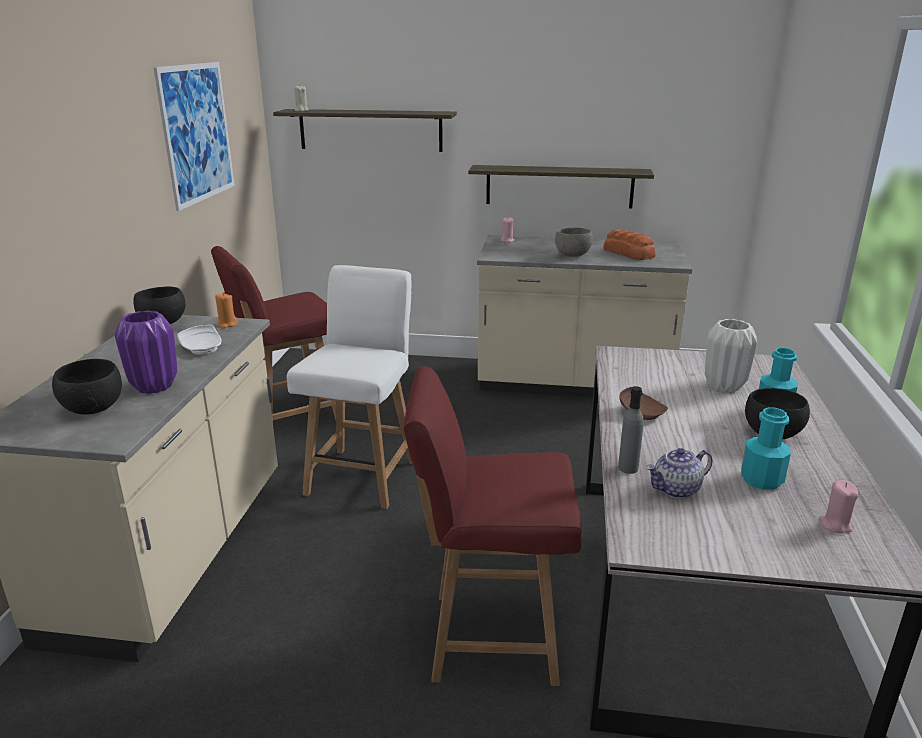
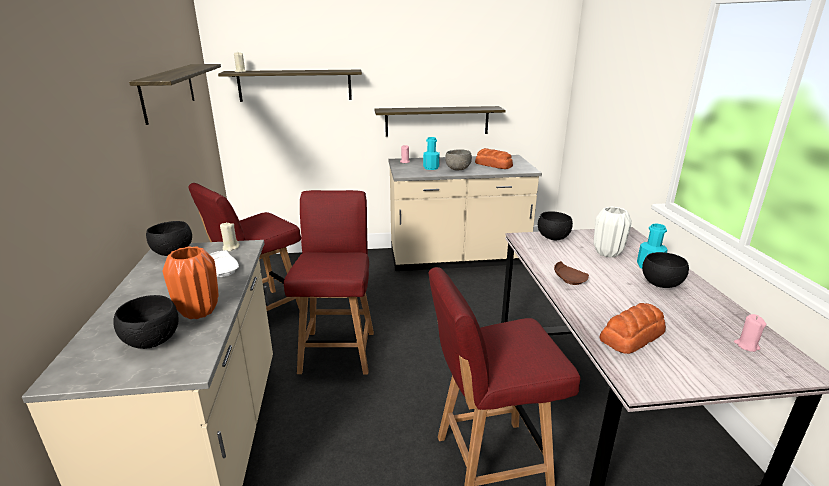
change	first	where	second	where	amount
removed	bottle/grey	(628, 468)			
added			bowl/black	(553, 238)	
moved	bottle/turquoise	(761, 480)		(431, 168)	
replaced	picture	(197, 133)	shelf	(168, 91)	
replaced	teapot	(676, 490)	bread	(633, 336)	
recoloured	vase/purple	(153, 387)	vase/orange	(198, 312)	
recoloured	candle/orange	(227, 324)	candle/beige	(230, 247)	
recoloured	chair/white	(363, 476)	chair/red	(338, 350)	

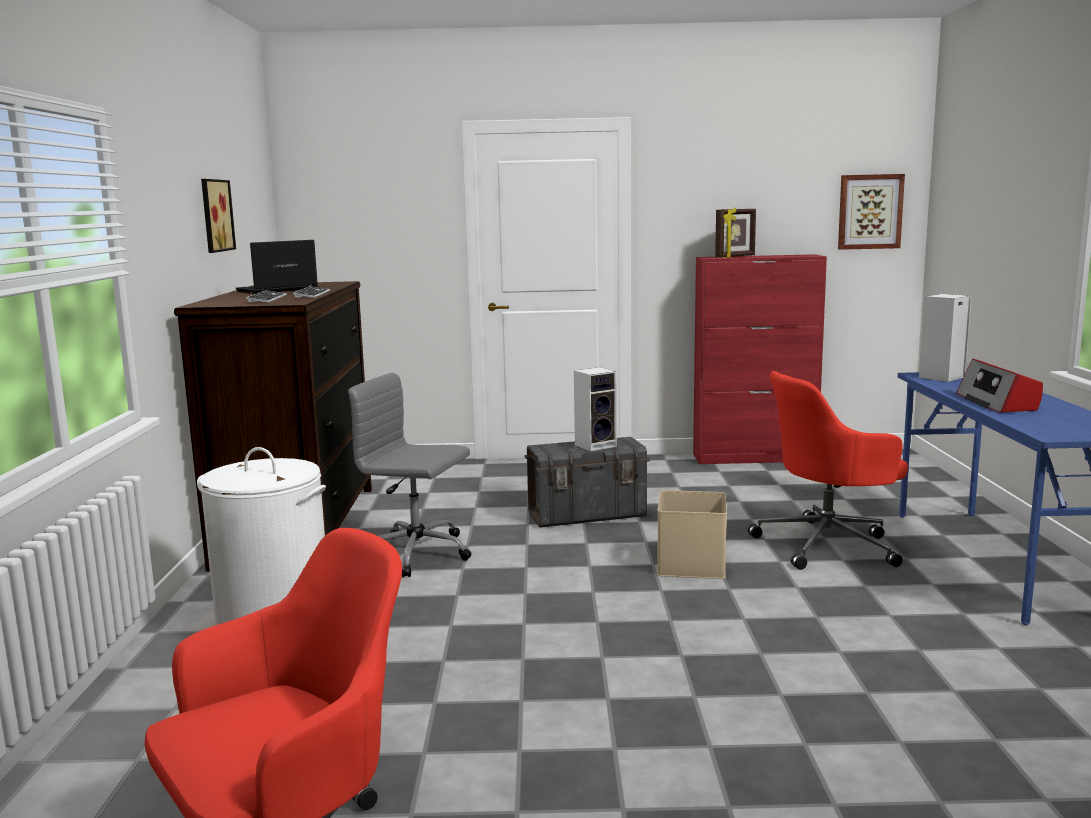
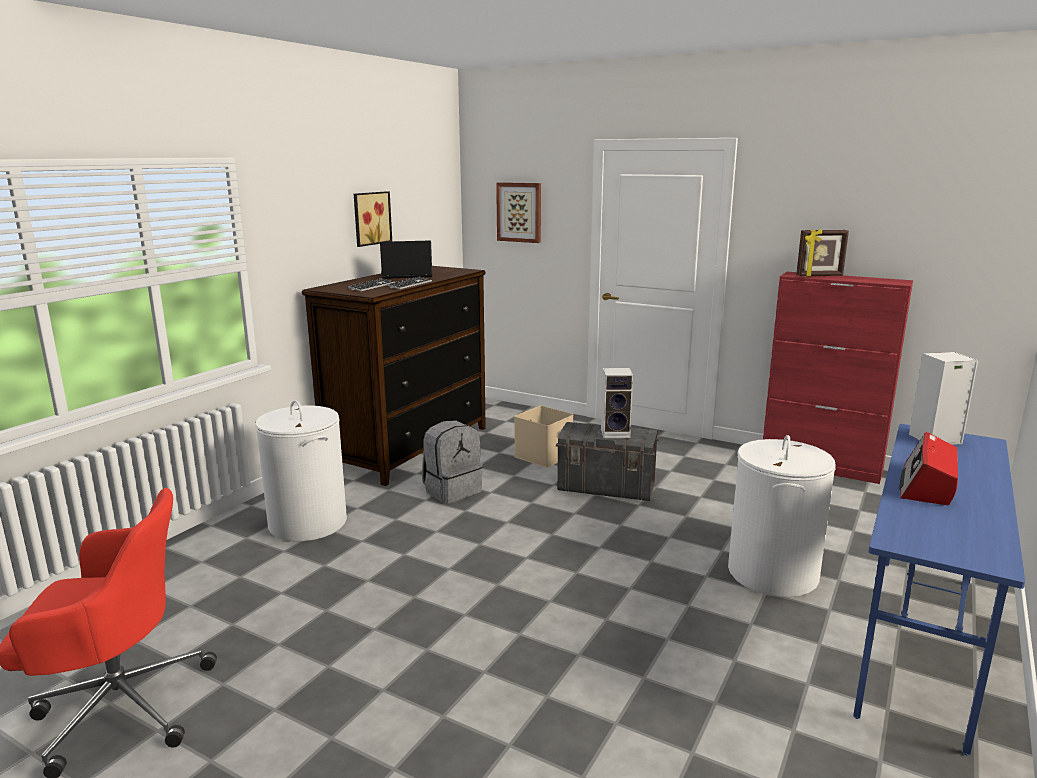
change	first	where	second	where	amount
moved	storage box/beige	(690, 563)		(543, 455)	
moved	picture	(870, 211)		(519, 212)	
replaced	office chair/grey	(418, 554)	backpack/grey	(452, 490)	
replaced	office chair/red	(828, 545)	laundry basket/white	(772, 573)	

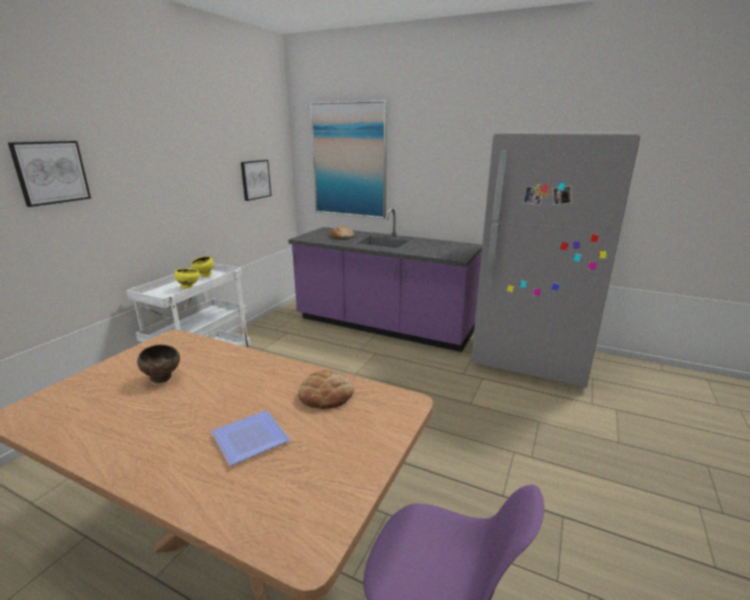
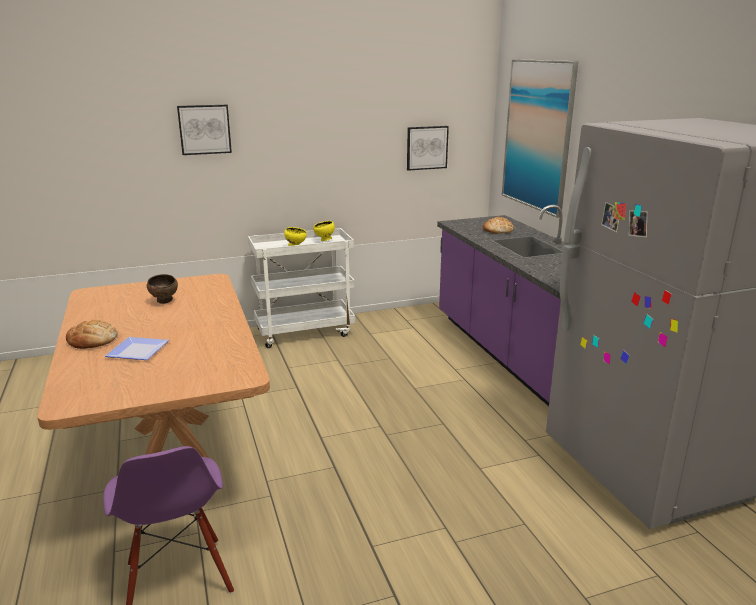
change	first	where	second	where	amount
moved	bread	(326, 394)		(92, 340)	

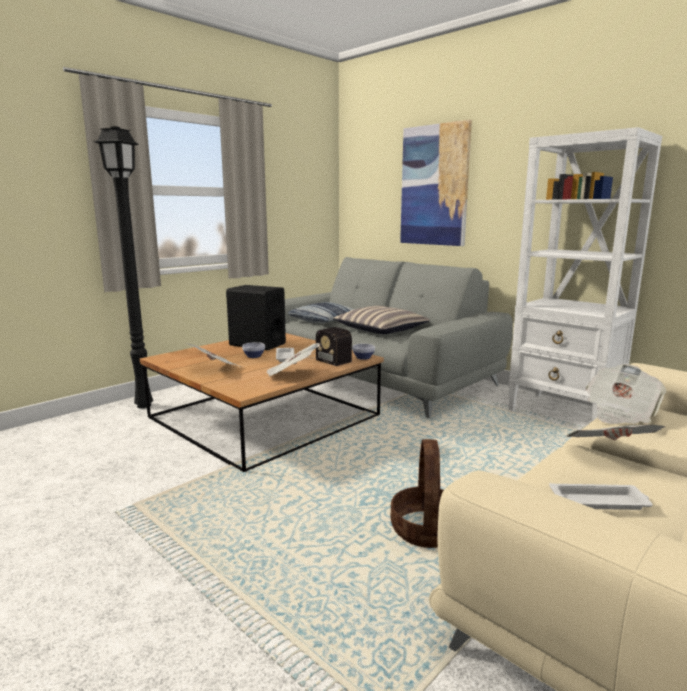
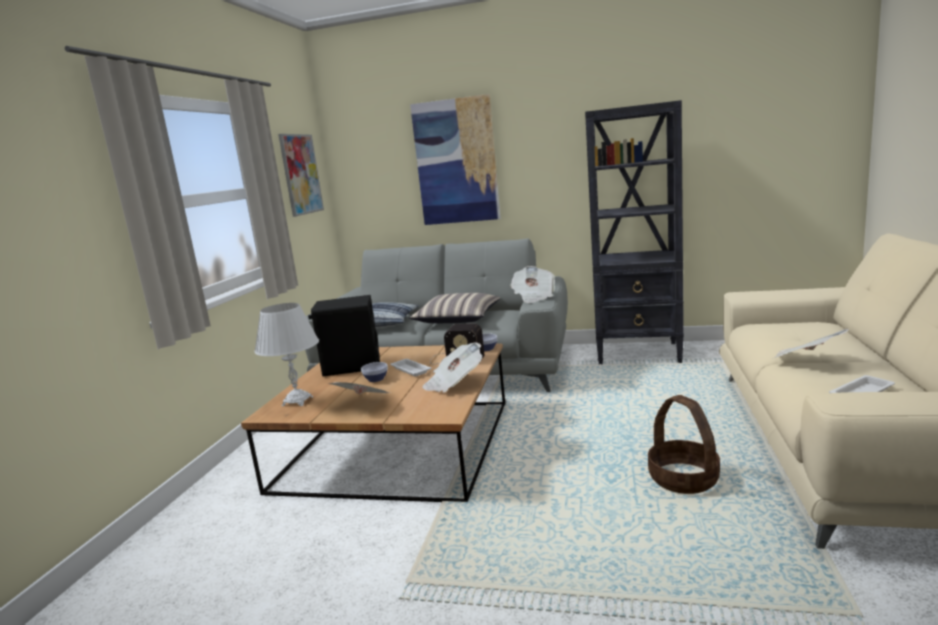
change	first	where	second	where	amount
removed	floor lamp/black	(143, 405)			
added			table lamp/white	(297, 401)	
added			picture	(301, 174)	
moved	newspaper	(620, 413)		(533, 297)	
recoloured	bookcase/white	(564, 413)	bookcase/black	(639, 353)	

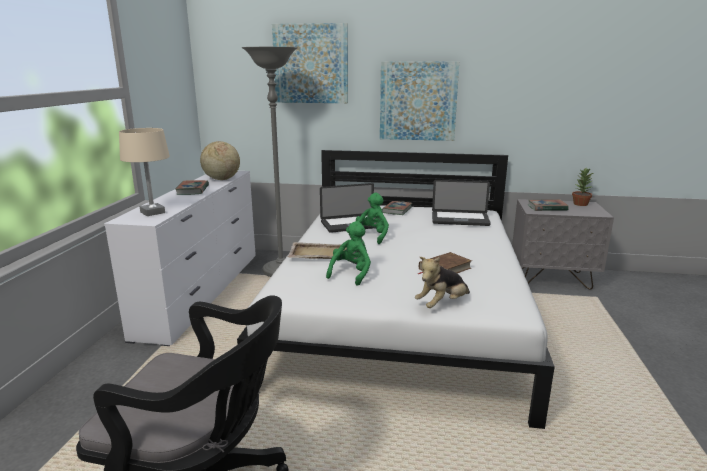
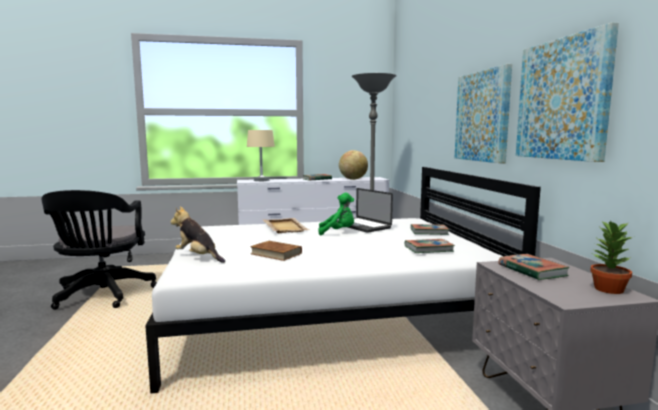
change	first	where	second	where	amount
removed	plush toy/green	(351, 274)			
moved	picture	(311, 64)		(562, 99)	
replaced	laptop	(460, 220)	book	(428, 249)	

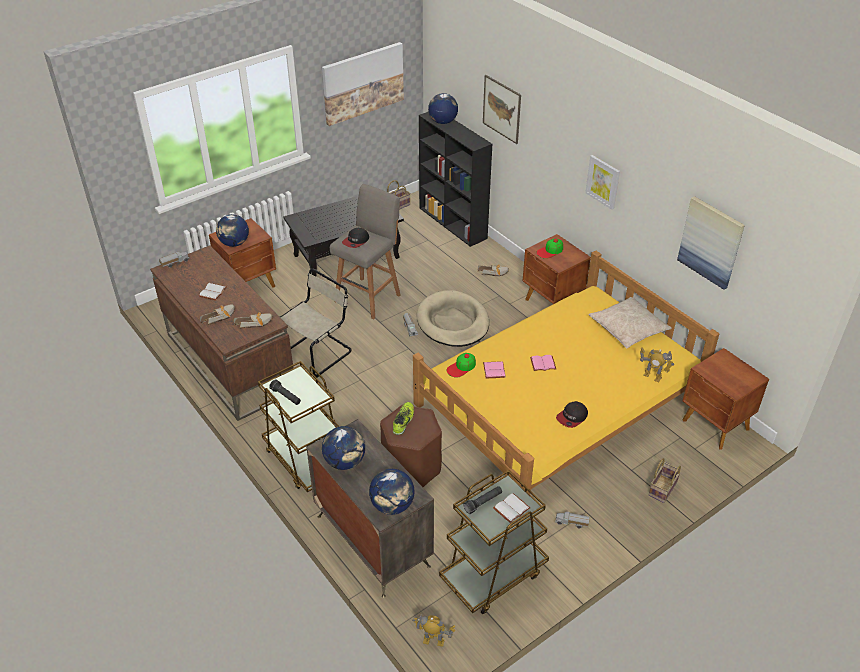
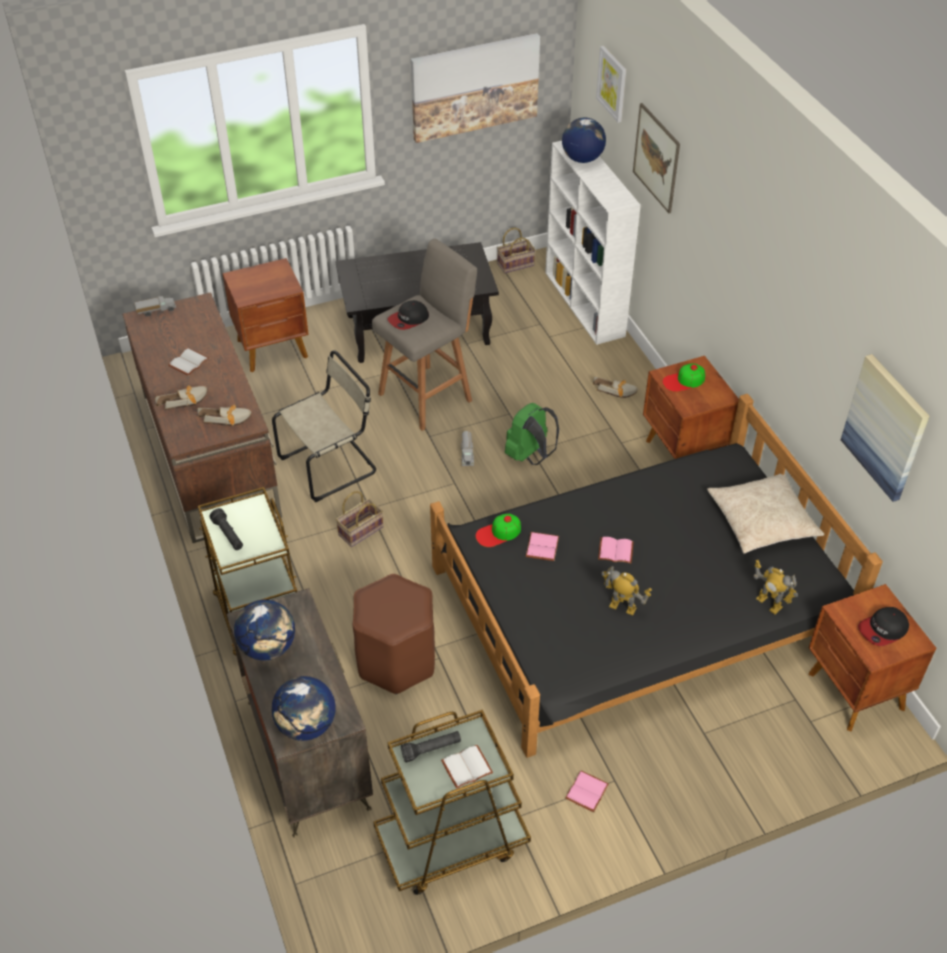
change	first	where	second	where	amount
removed	globe	(234, 243)			
removed	shoe	(403, 421)			
moved	toy robot	(433, 641)		(622, 607)	
moved	cap	(572, 417)		(883, 630)	
moved	picture	(603, 181)		(612, 83)	
moved	basket	(663, 489)		(360, 532)	
replaced	dog bed/beige	(453, 322)	backpack/green	(530, 455)	
replaced	toy truck	(571, 523)	book/pink	(587, 793)	
recoloured	bed/yellow	(558, 400)	bed/black	(637, 603)	
recoloured	bookcase/black	(453, 223)	bookcase/white	(585, 304)	

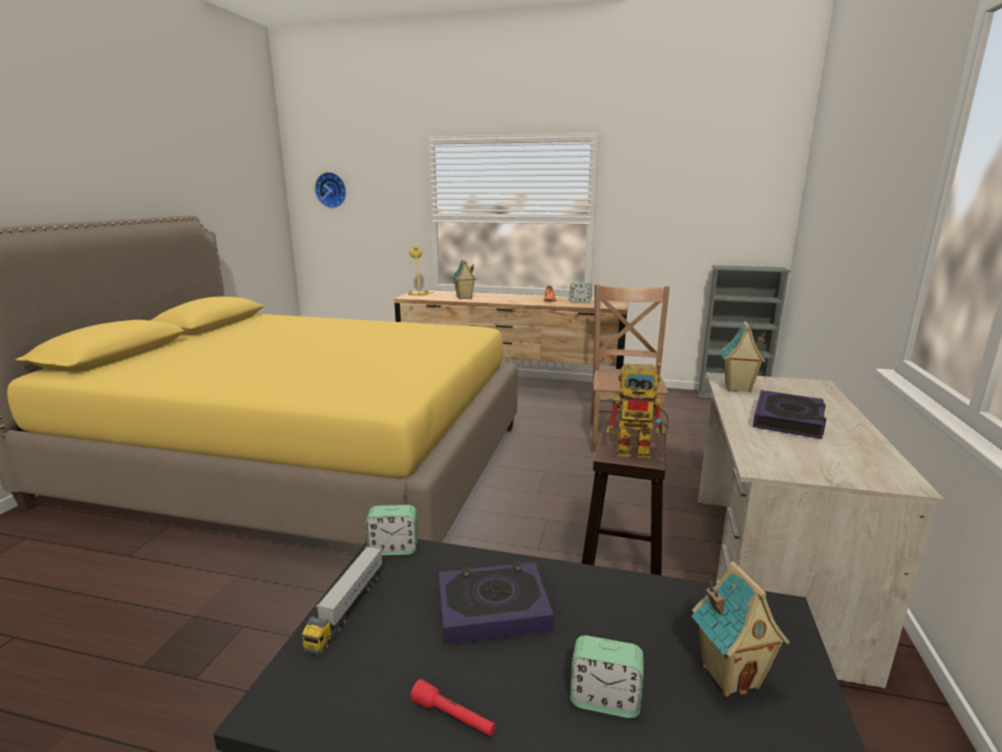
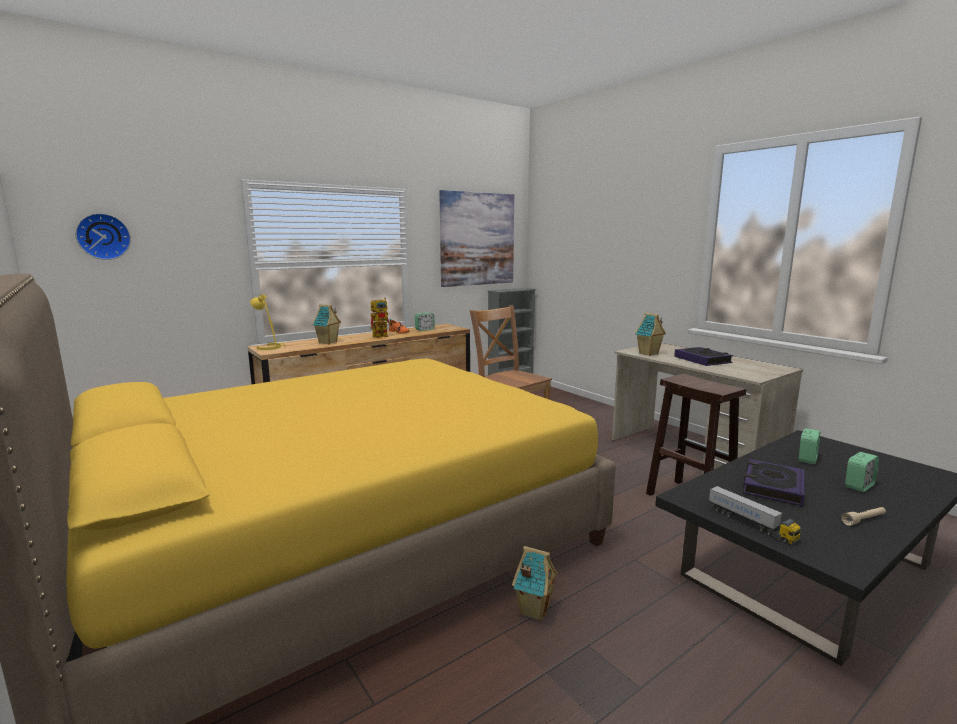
change	first	where	second	where	amount
added			picture	(477, 239)	
moved	alarm clock	(393, 548)		(807, 459)	
moved	toy robot	(641, 451)		(382, 336)	
moved	toy house	(730, 675)		(533, 610)	
recoloured	flashlight/red	(453, 717)	flashlight/beige	(864, 520)	

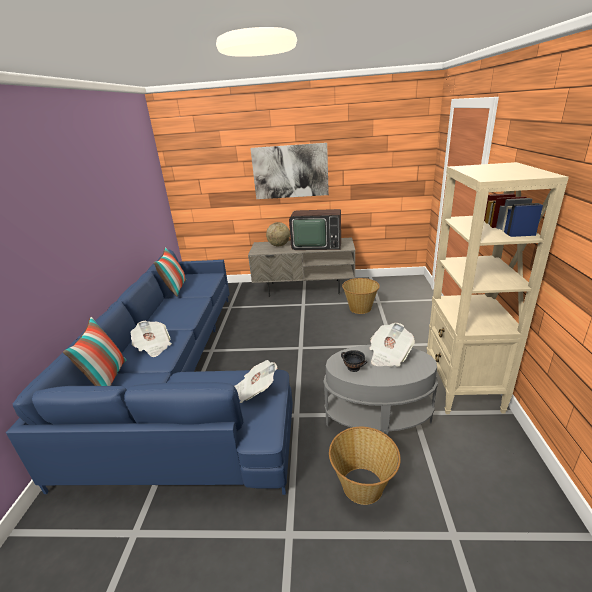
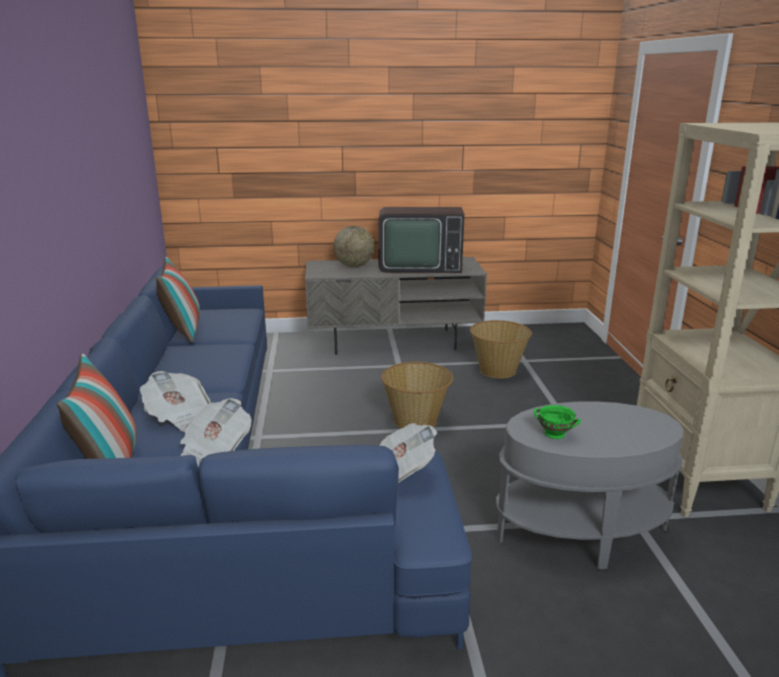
change	first	where	second	where	amount
removed	picture	(290, 171)			
moved	basket	(363, 486)		(416, 421)	
moved	newspaper	(389, 355)		(213, 453)	
recoloured	bowl/black	(353, 367)	bowl/green	(554, 433)	

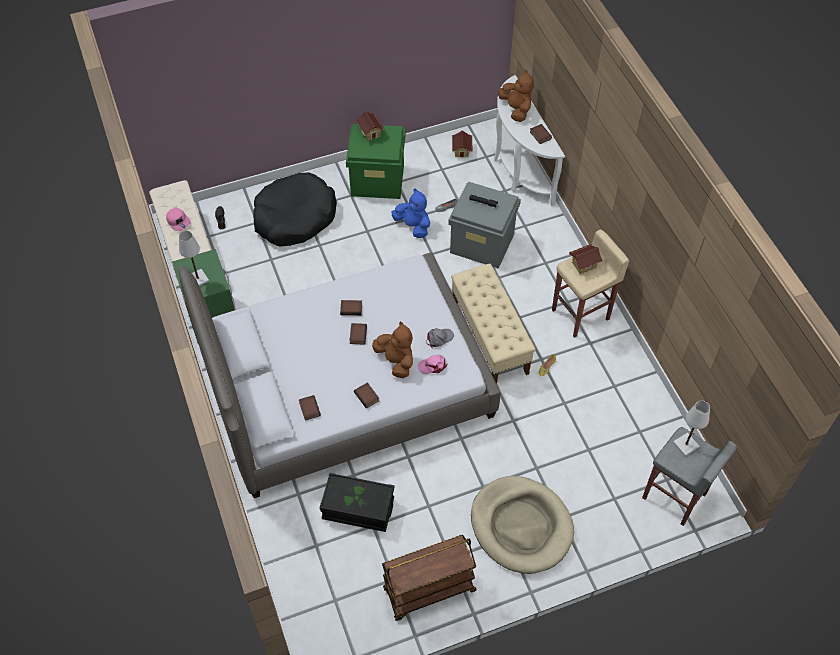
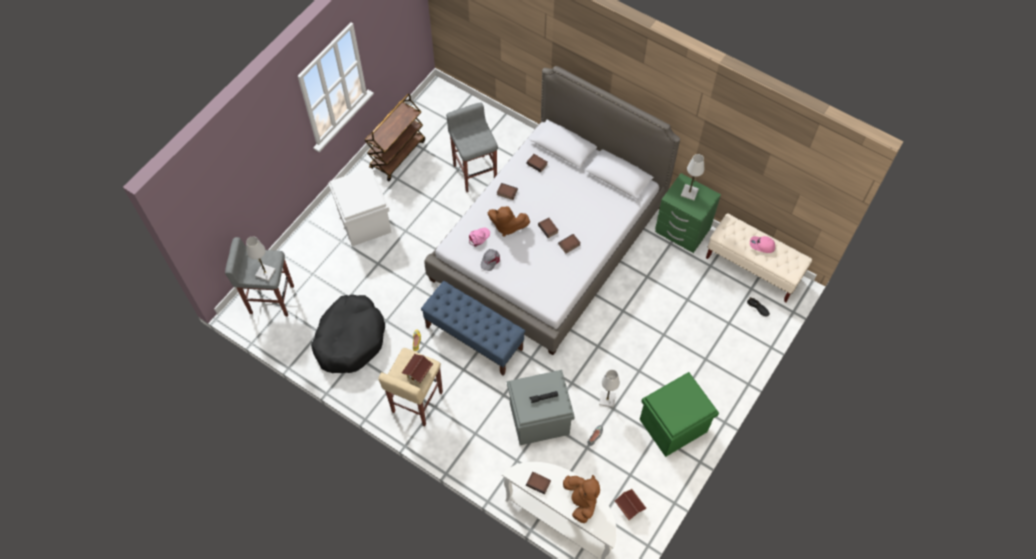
change	first	where	second	where	amount
removed	toy house	(370, 133)			
moved	dog bed/black	(294, 217)		(350, 339)	
replaced	storage box/black	(358, 509)	stool/grey	(475, 172)	
replaced	plush toy/blue	(413, 226)	table lamp/white	(607, 399)	
replaced	dog bed/beige	(521, 526)	storage box/white	(365, 221)	
recoloured	bench/beige	(489, 337)	bench/blue	(474, 338)	
turned	plush toy/brown	(516, 109)		(581, 501)	135 degrees counterclockwise

